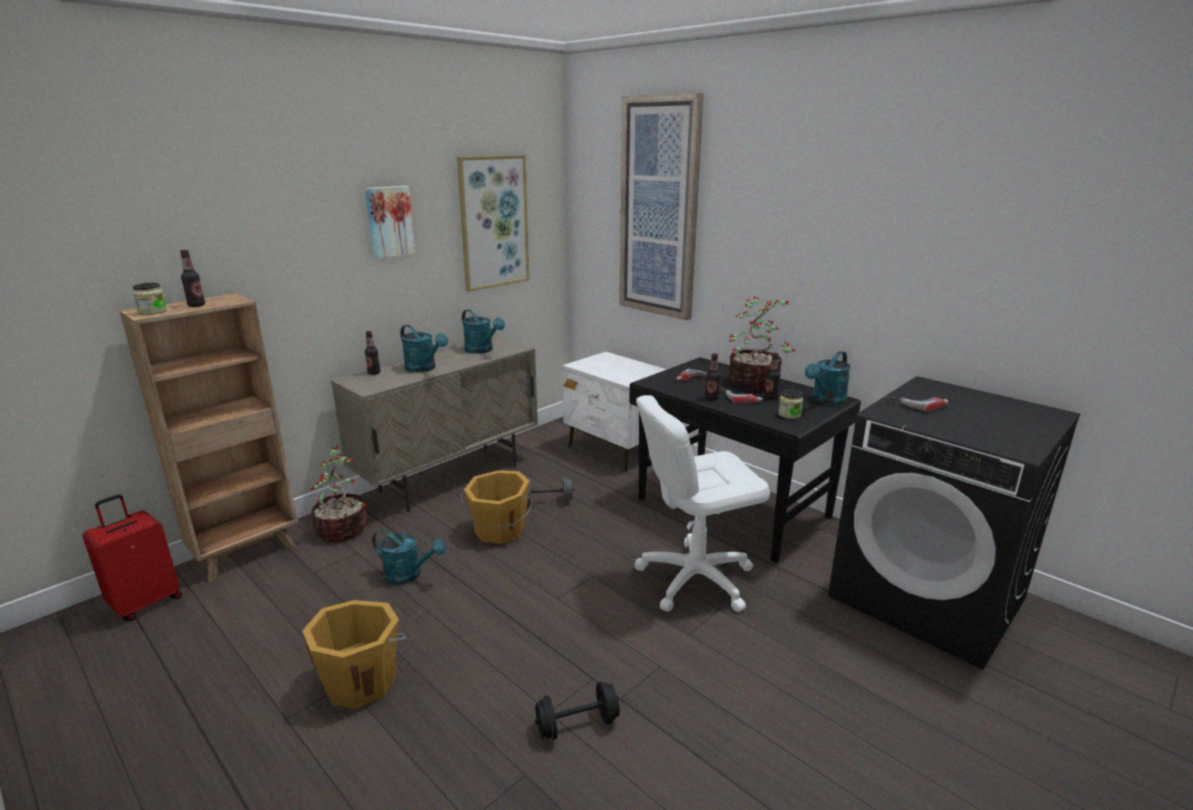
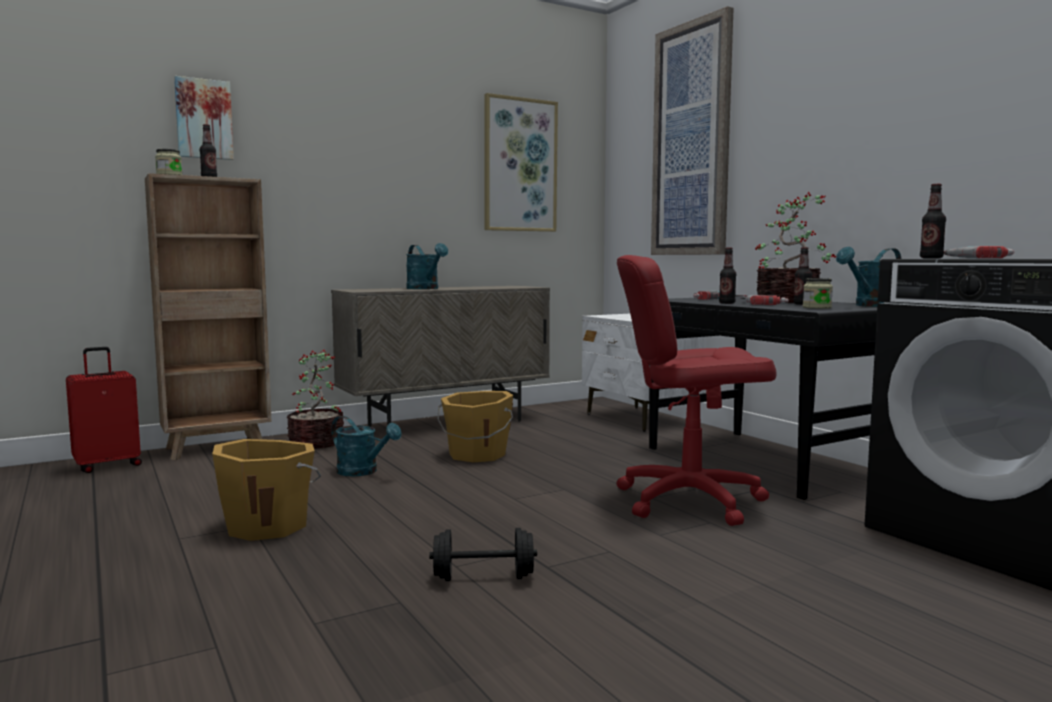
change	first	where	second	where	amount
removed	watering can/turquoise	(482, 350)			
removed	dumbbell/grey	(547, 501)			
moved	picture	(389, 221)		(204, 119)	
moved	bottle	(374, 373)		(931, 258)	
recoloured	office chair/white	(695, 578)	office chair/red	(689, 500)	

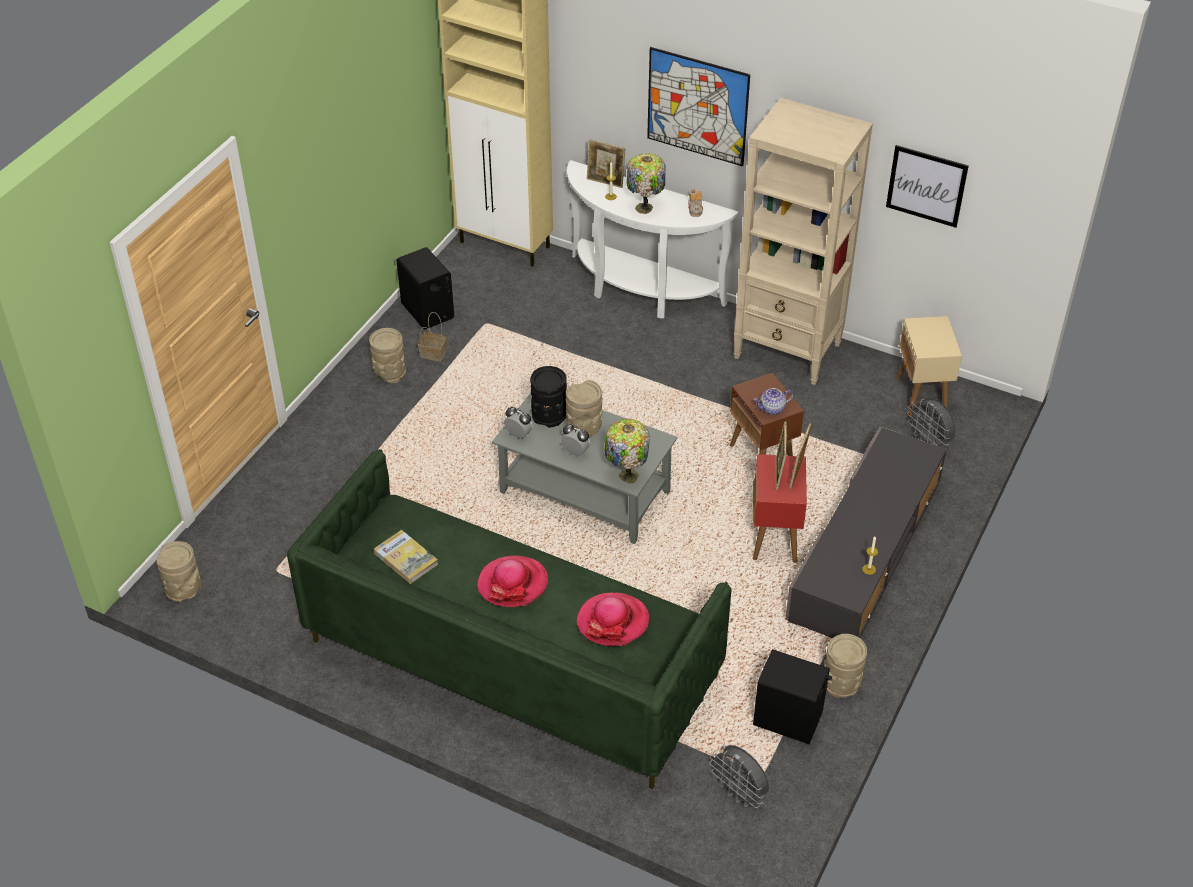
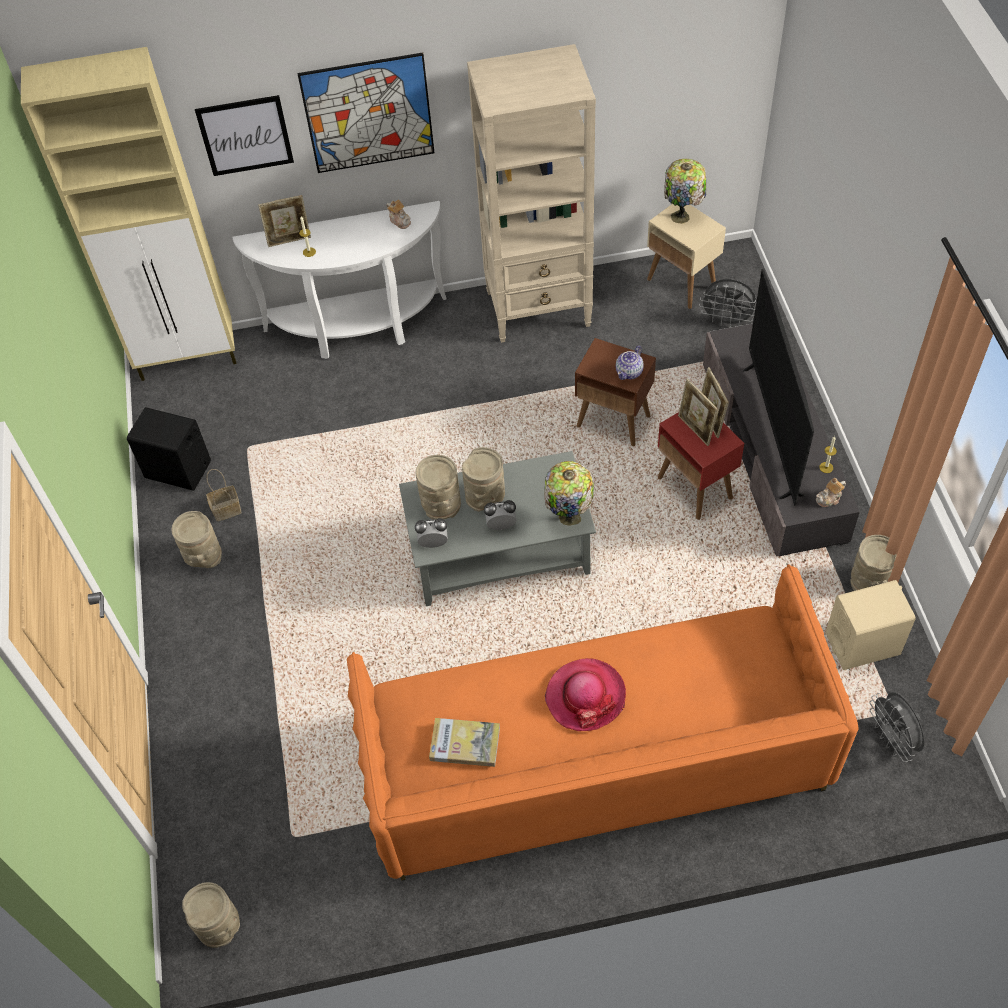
change	first	where	second	where	amount
removed	hat	(613, 621)			
added			television	(772, 431)	
added			teapot	(829, 498)	
moved	table lamp	(644, 209)		(682, 217)	
moved	picture	(926, 186)		(245, 135)	
recoloured	sofa/green	(511, 658)	sofa/orange	(593, 759)	
recoloured	vase/black	(549, 415)	vase/beige	(441, 504)	
recoloured	speaker/black	(788, 719)	speaker/beige	(862, 644)	
turned	fan/grey	(740, 793)		(892, 739)	60 degrees clockwise

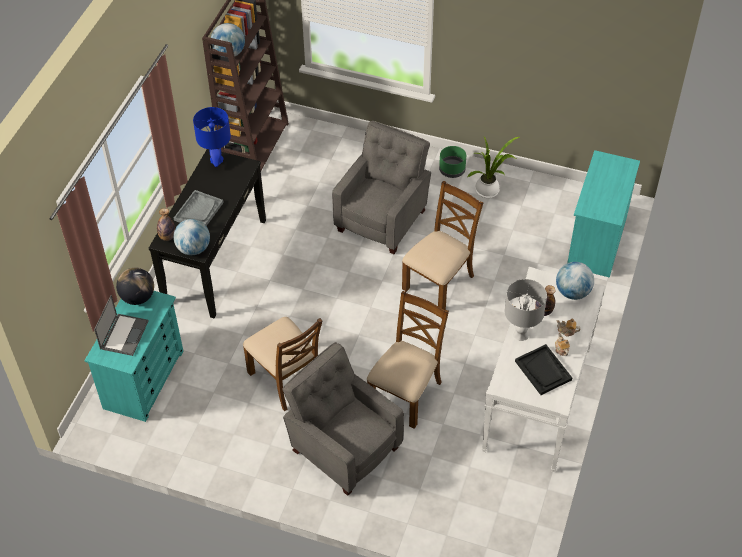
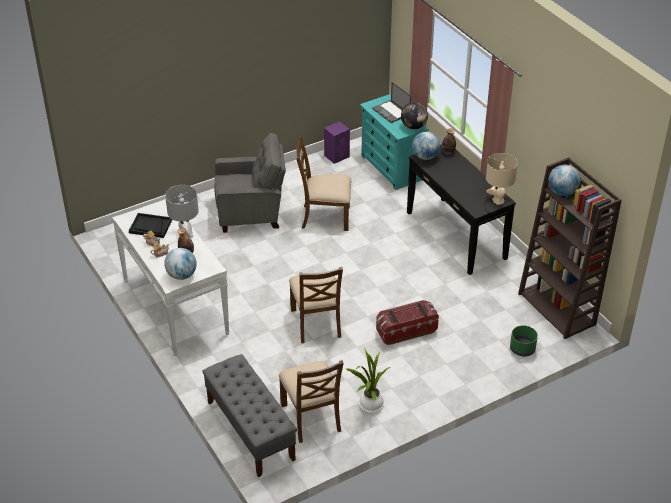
change	first	where	second	where	amount
removed	tray/grey	(198, 211)			
added			speaker/purple	(337, 156)	
moved	chair/brown	(406, 393)		(311, 417)	
moved	planter/green	(452, 170)		(522, 349)	
replaced	armchair/grey	(383, 219)	storage box	(406, 331)	
replaced	dresser/turquoise	(596, 242)	bench/grey	(250, 430)	
recoloured	table lamp/blue	(216, 160)	table lamp/beige	(498, 200)	

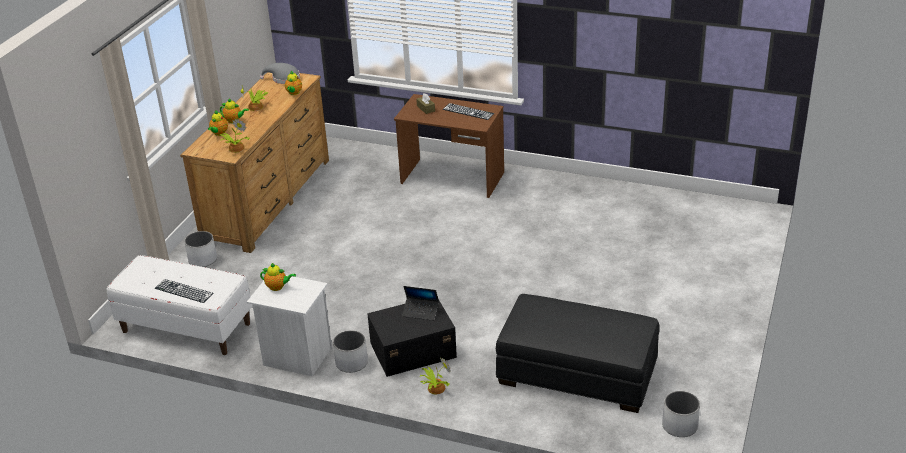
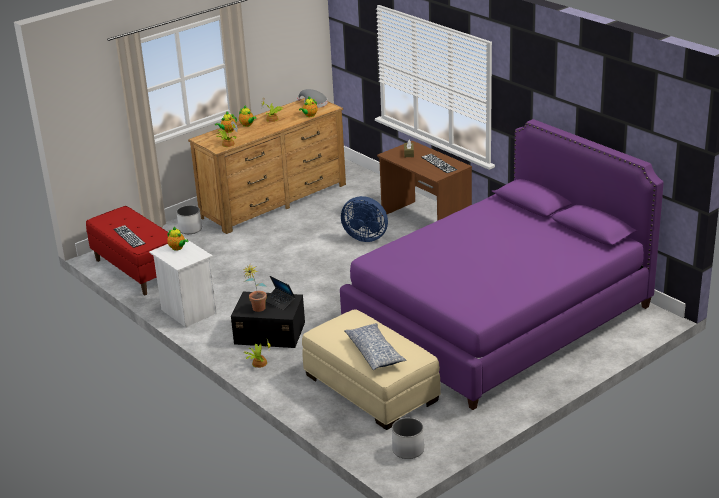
change	first	where	second	where	amount
removed	planter/white	(351, 363)			
added			potted plant	(257, 310)	
added			bed/purple	(498, 319)	
added			fan/blue	(365, 237)	
added			pillow	(375, 352)	
recoloured	bench/white	(186, 328)	bench/red	(137, 270)	
recoloured	ottoman/black	(577, 373)	ottoman/beige	(371, 387)	

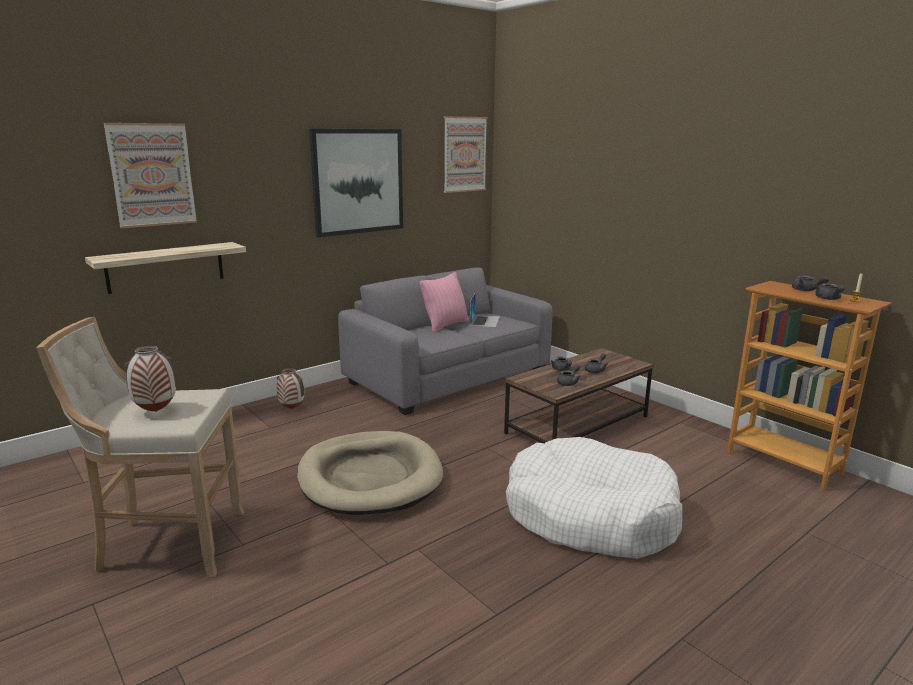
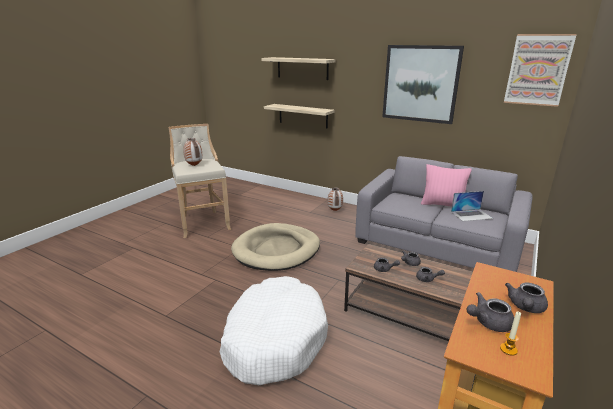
change	first	where	second	where	amount
replaced	picture	(152, 175)	shelf	(302, 68)	

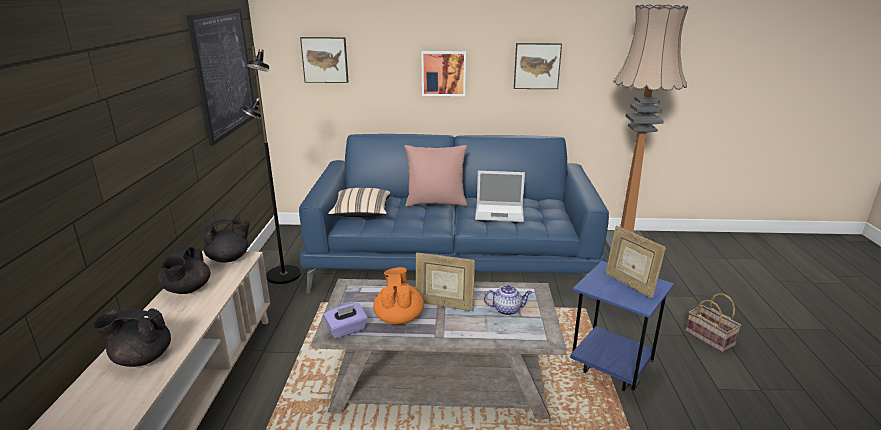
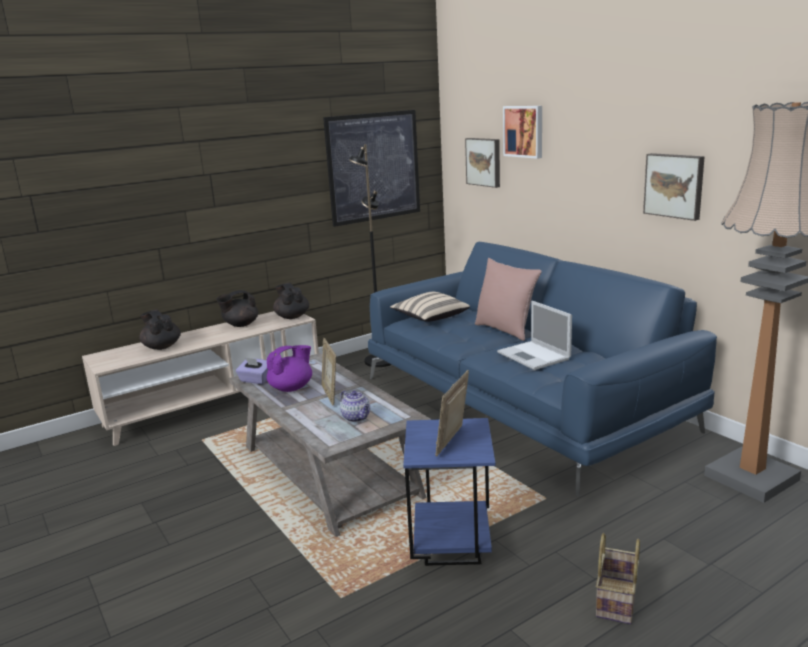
change	first	where	second	where	amount
moved	picture	(443, 73)		(524, 131)	
recoloured	teapot/orange	(399, 318)	teapot/purple	(292, 388)	
turned	teapot/black	(229, 258)		(292, 317)	150 degrees counterclockwise

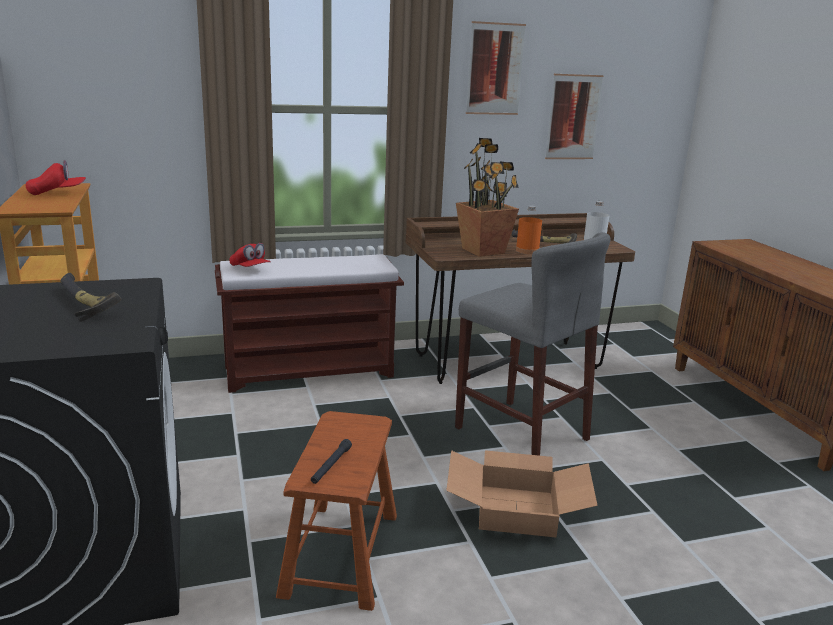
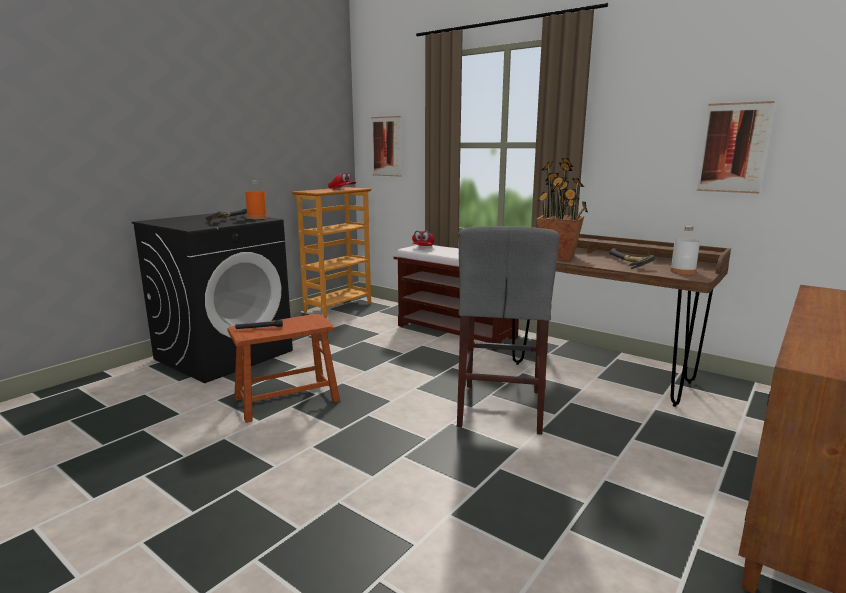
change	first	where	second	where	amount
removed	cardboard box	(517, 510)			
moved	picture	(495, 69)		(386, 146)	
moved	bottle/orange	(527, 250)		(257, 218)	

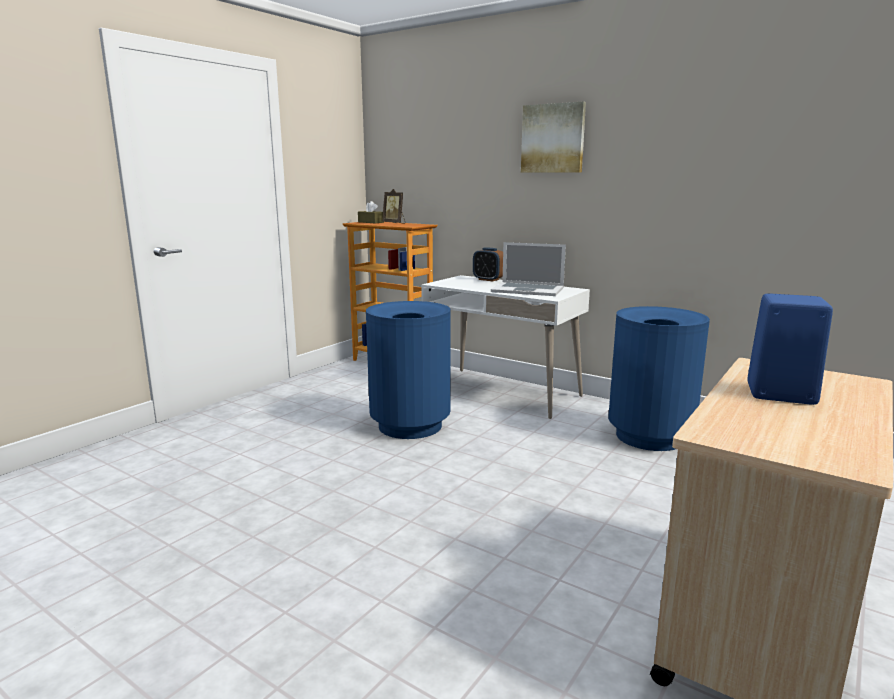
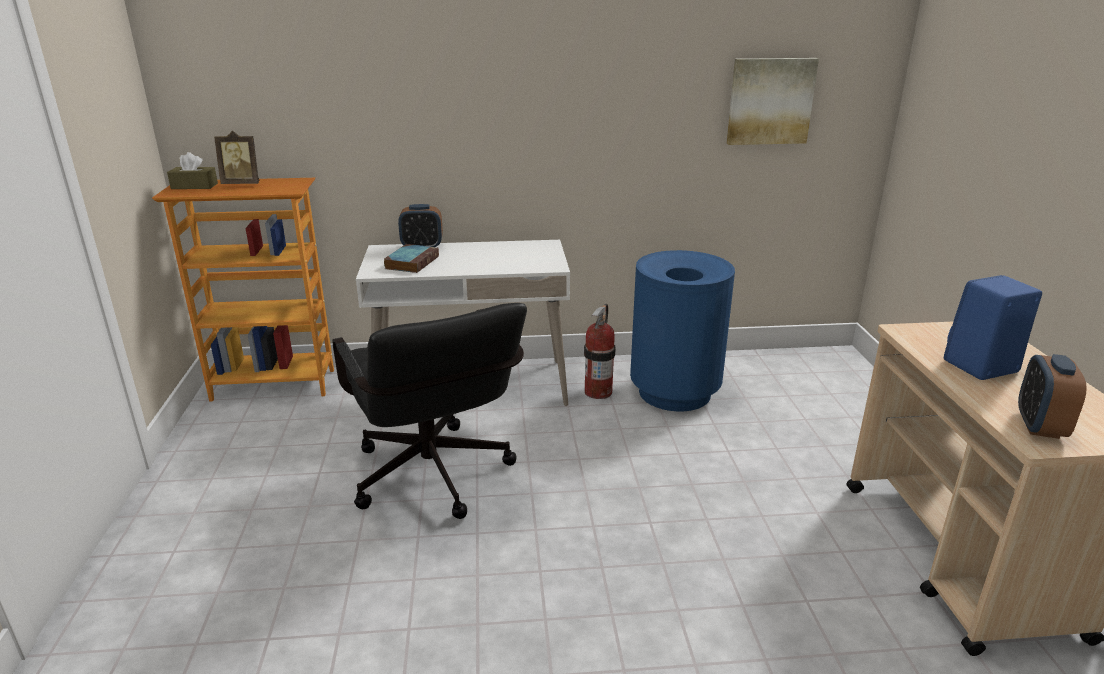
change	first	where	second	where	amount
removed	laptop	(528, 289)			
added			book	(412, 262)	
added			fire extinguisher	(598, 391)	
added			alarm clock	(1039, 426)	
moved	picture	(553, 138)		(770, 101)	
replaced	trash can/blue	(410, 426)	office chair/black	(435, 481)	

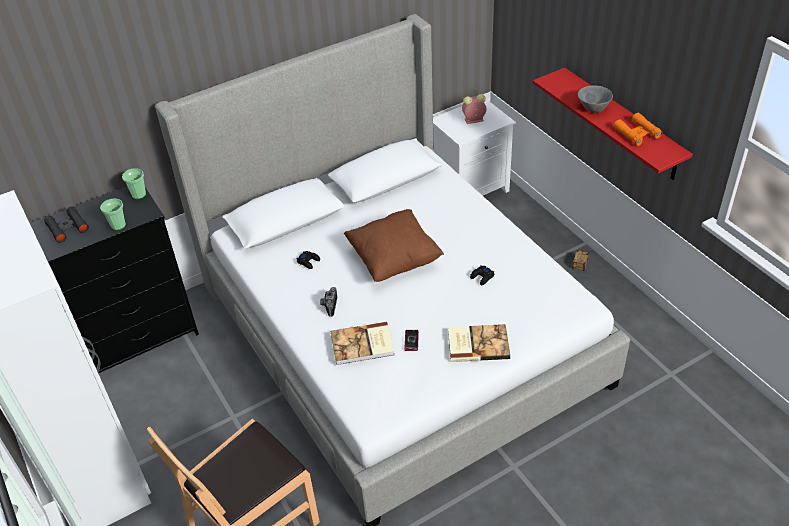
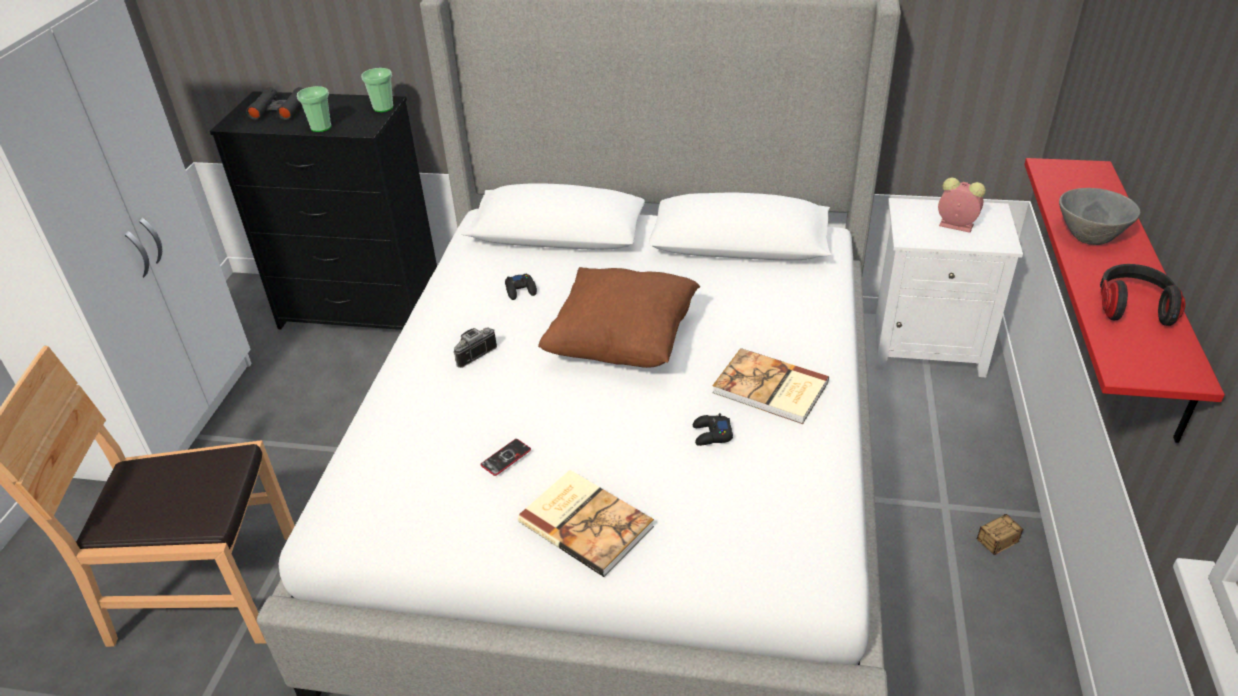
change	first	where	second	where	amount
moved	book	(363, 345)		(770, 389)	
replaced	binoculars/orange	(637, 133)	headphones	(1133, 307)	

